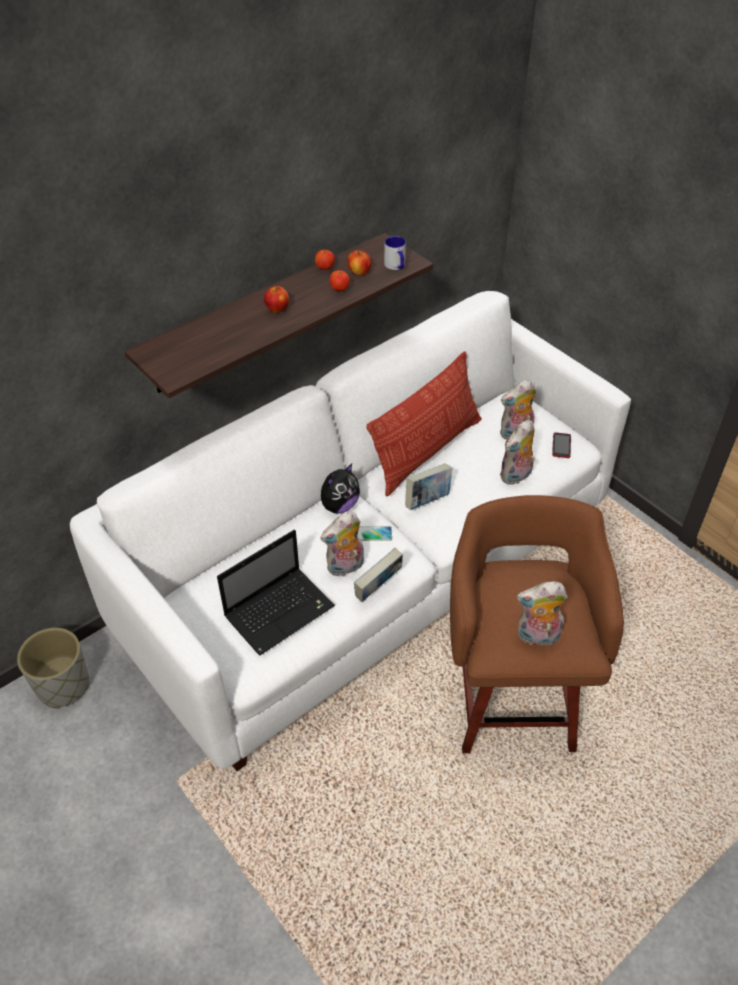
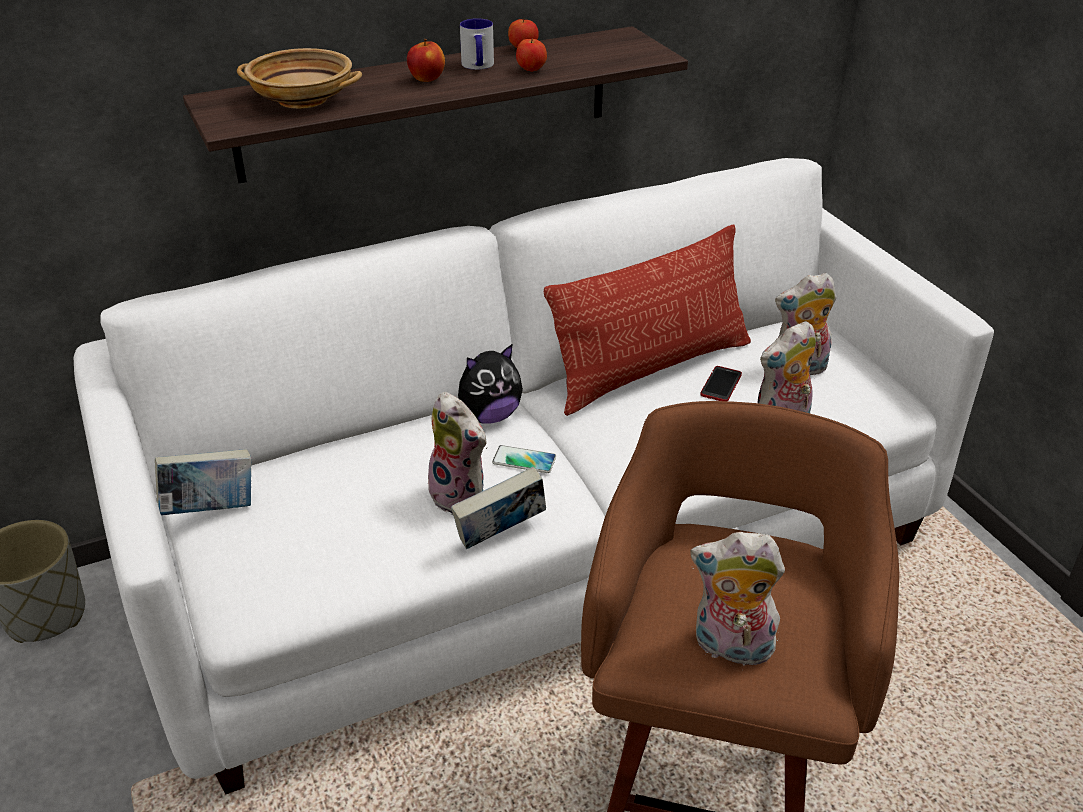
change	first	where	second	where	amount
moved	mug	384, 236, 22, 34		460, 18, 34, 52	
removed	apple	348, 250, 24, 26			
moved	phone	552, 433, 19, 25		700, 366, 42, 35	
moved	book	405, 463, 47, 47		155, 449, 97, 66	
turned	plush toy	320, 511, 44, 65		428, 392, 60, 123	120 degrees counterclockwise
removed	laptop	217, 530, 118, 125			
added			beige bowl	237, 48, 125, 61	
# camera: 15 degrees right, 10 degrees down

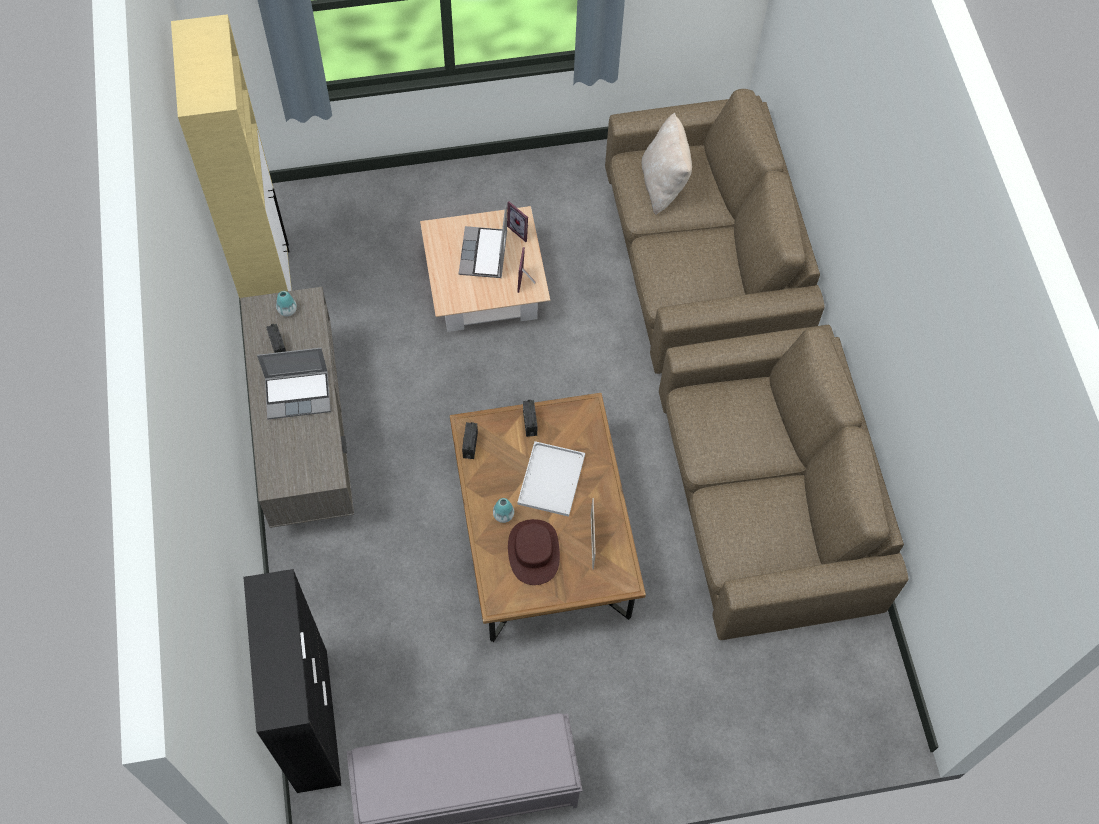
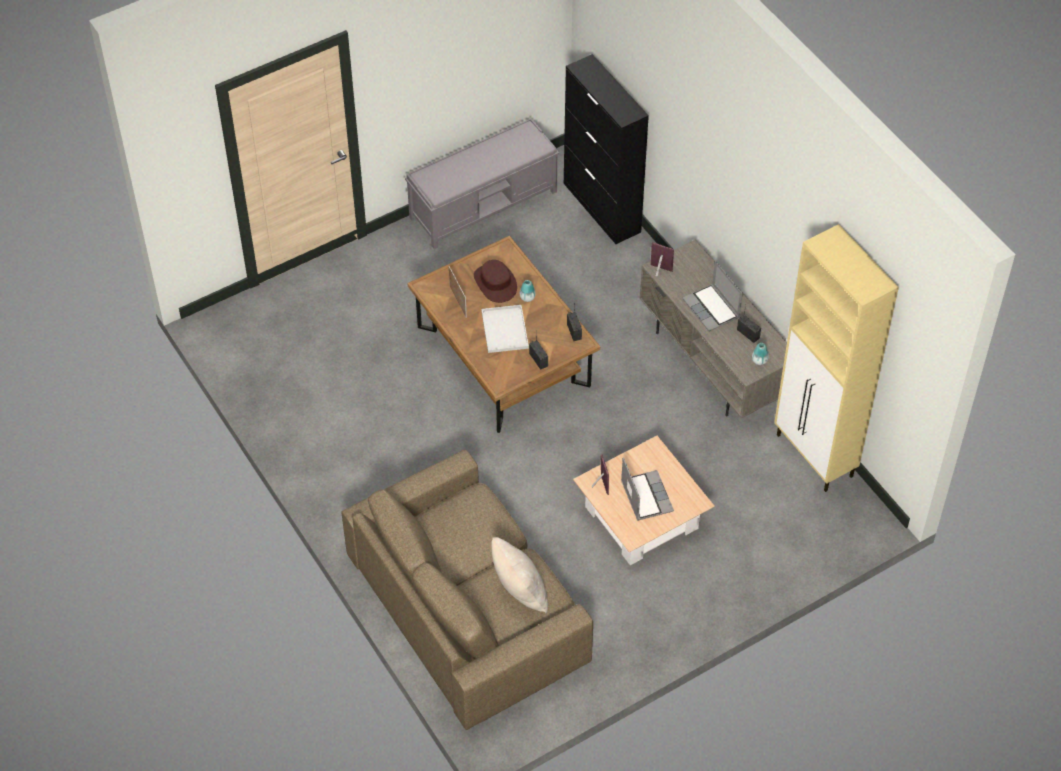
change	first	where	second	where	amount
moved	picture frame	507, 201, 21, 41		651, 242, 23, 35	
removed	brown sofa	659, 325, 249, 315			
turned	laptop	257, 348, 74, 71		682, 261, 61, 70	90 degrees counterclockwise
# camera: 160 degrees right, 10 degrees down

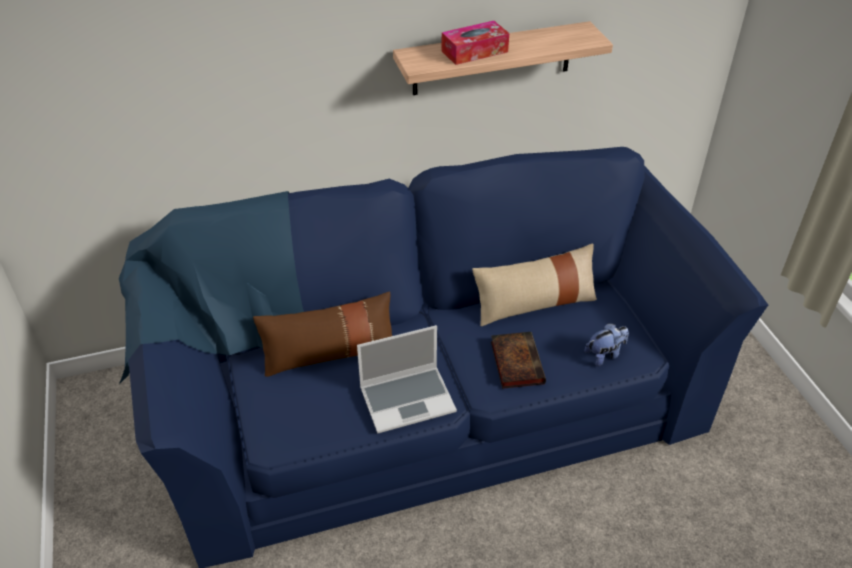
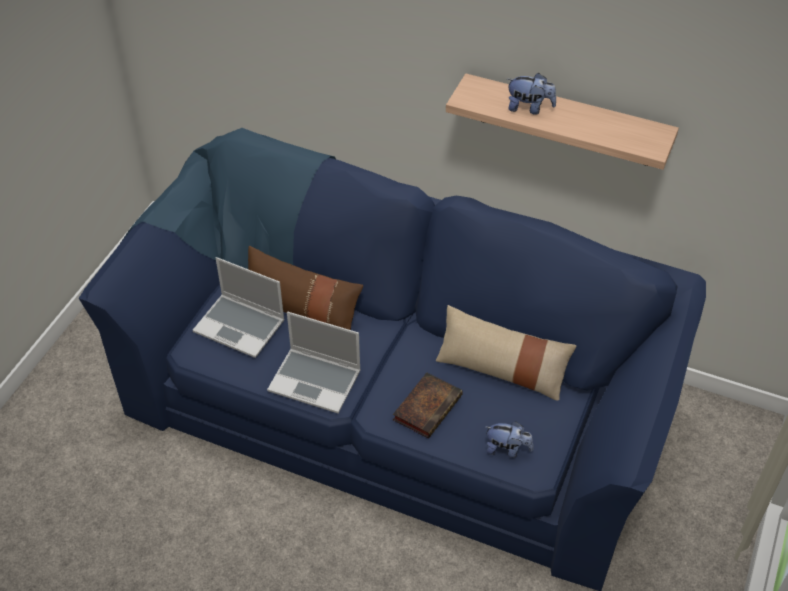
change	first	where	second	where	amount
replaced	tissue box	441, 21, 68, 44	plush toy	507, 73, 49, 41	
added			laptop	193, 257, 92, 101	
# camera: 40 degrees right, 5 degrees up

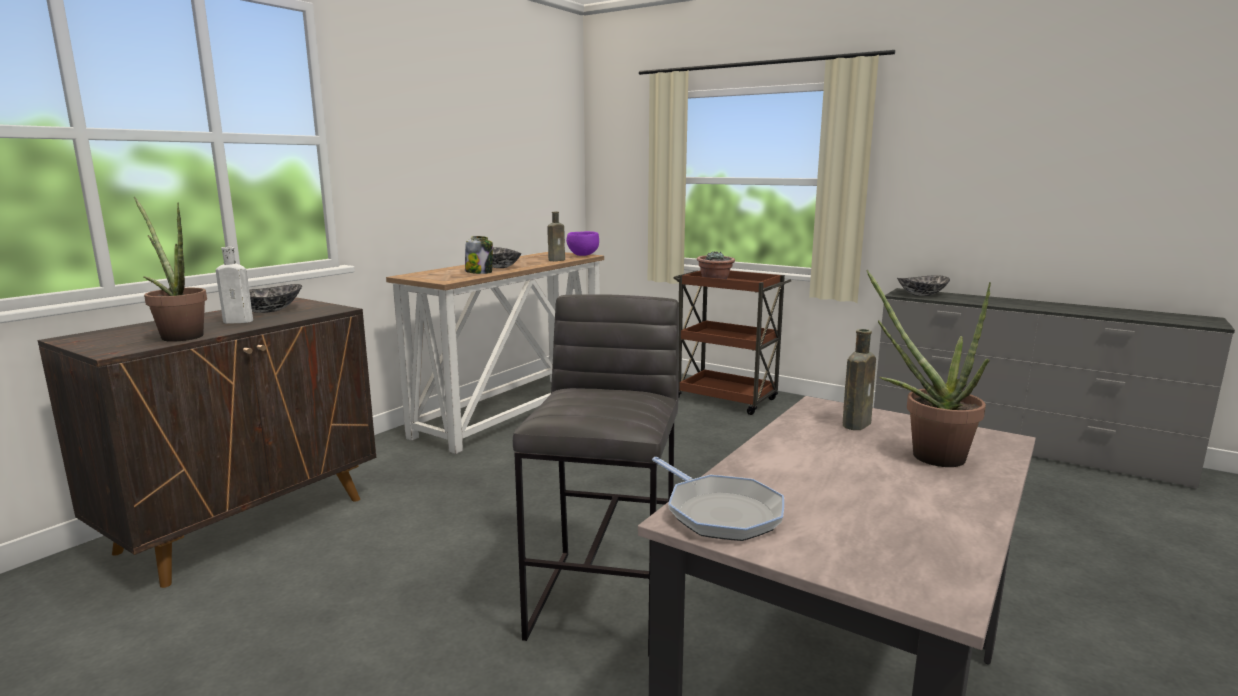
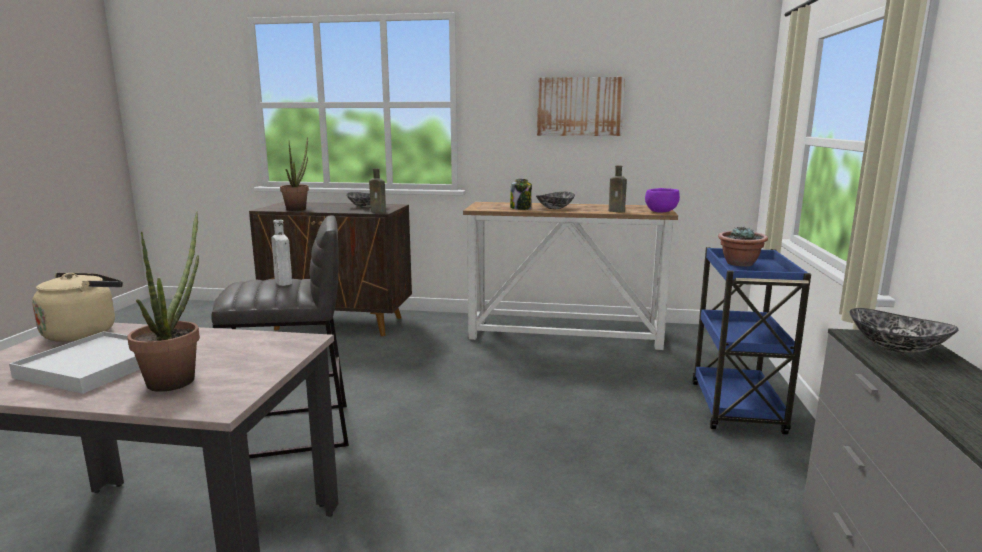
change	first	where	second	where	amount
moved	white bottle	216, 247, 37, 77		271, 220, 21, 66	
recoloured	brown cart	674, 270, 117, 145	blue cart	692, 247, 119, 188	
moved	brown bottle	843, 329, 33, 101		369, 168, 17, 45	
replaced	frying pan	652, 457, 132, 84	beige kettle	32, 273, 91, 69	
added			picture	537, 77, 88, 59	
added			white tray	9, 331, 131, 63	
# camera: 65 degrees right, 0 degrees up

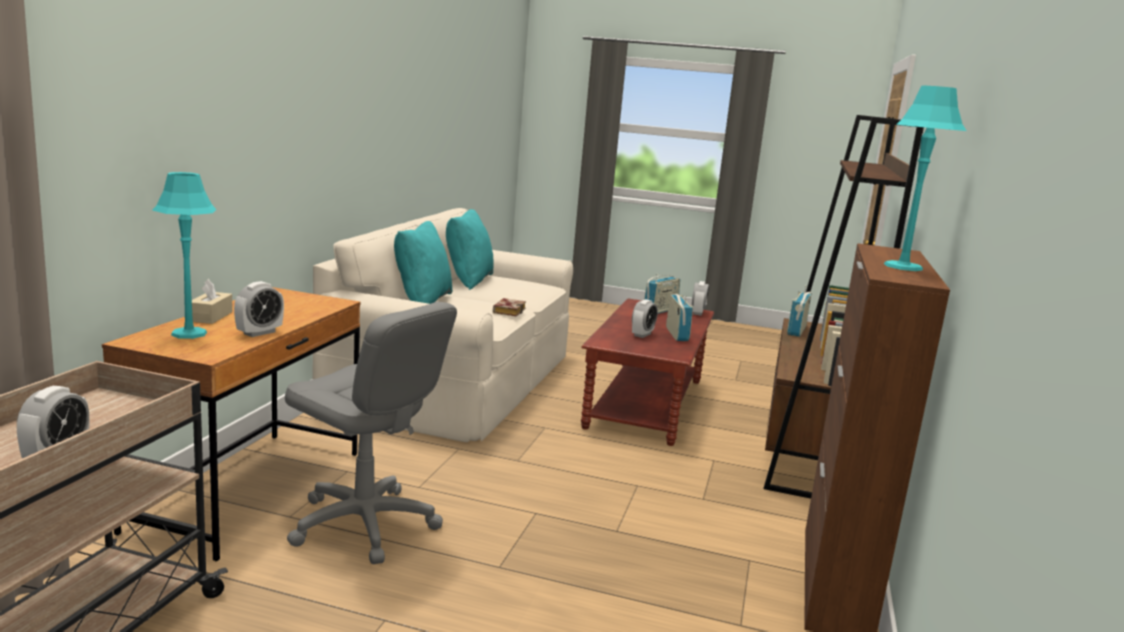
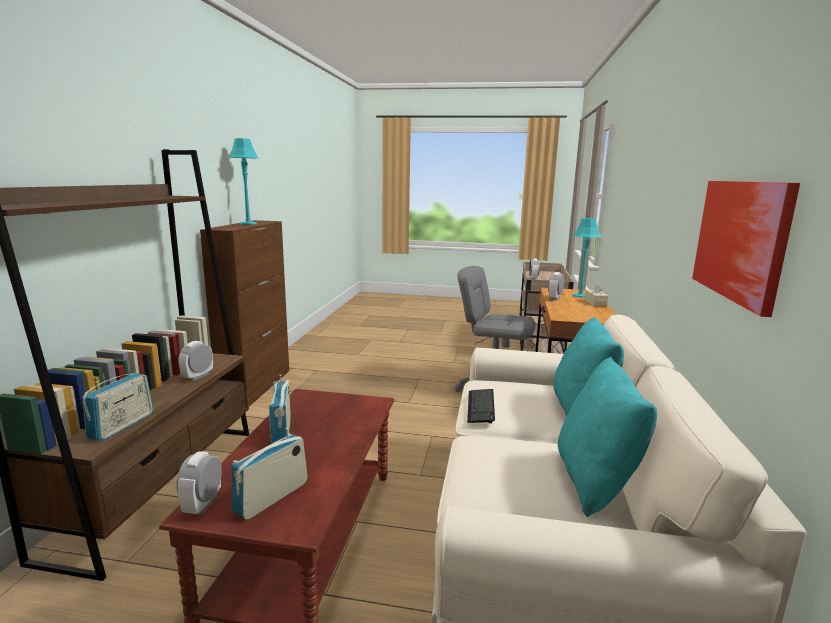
change	first	where	second	where	amount
replaced	book	493, 298, 33, 18	keyboard	467, 389, 28, 34	
moved	alarm clock	632, 299, 26, 39		179, 341, 34, 40	
added			picture	692, 181, 108, 136	
# camera: 175 degrees right, 0 degrees up

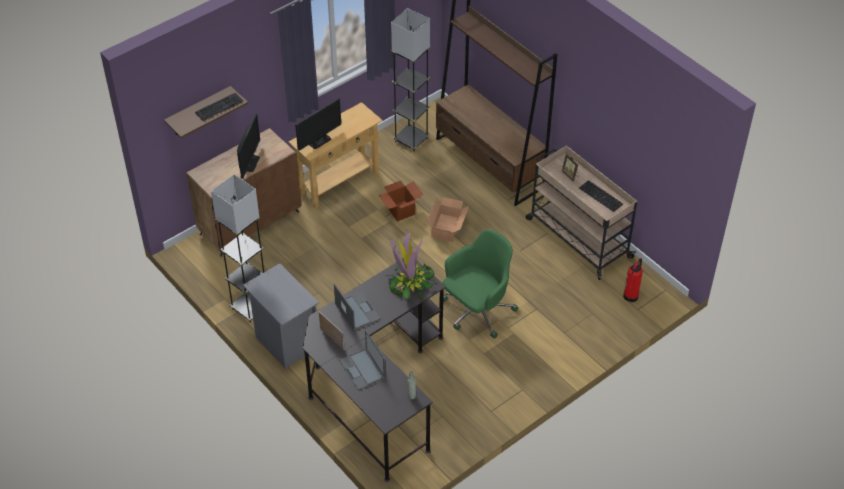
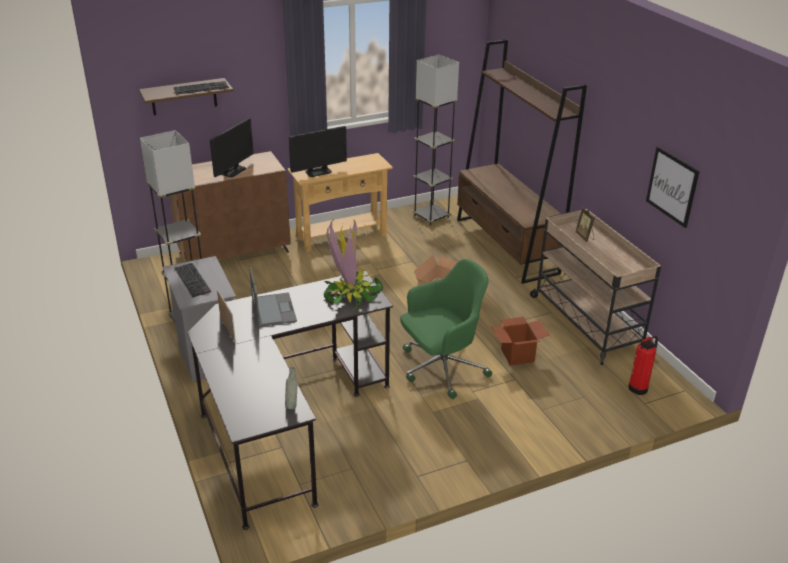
change	first	where	second	where	amount
moved	keyboard	579, 180, 44, 32		174, 263, 37, 35	
moved	cardboard box	379, 181, 45, 41		492, 317, 58, 48	
removed	laptop	339, 329, 47, 61			
added			picture	646, 146, 54, 82	
# camera: 15 degrees right, 15 degrees down

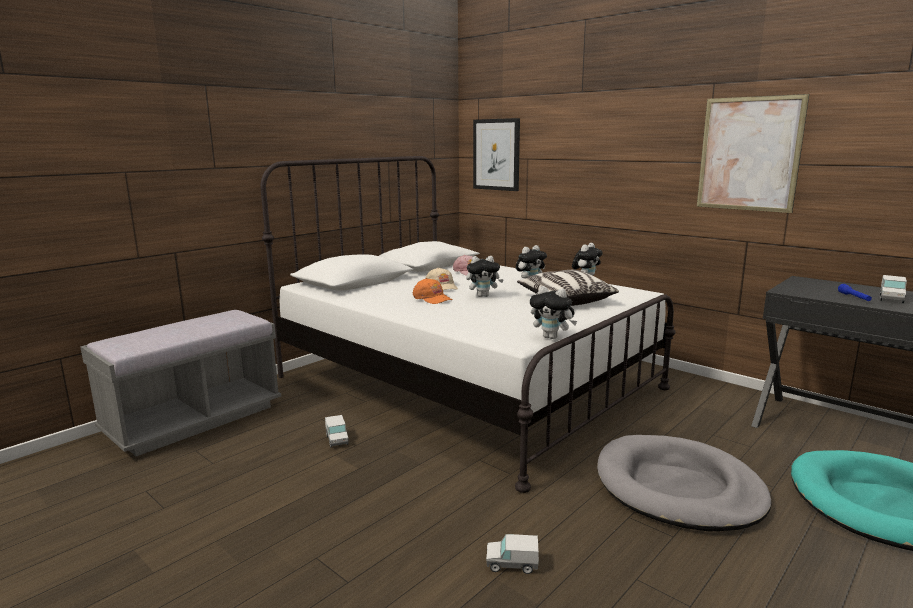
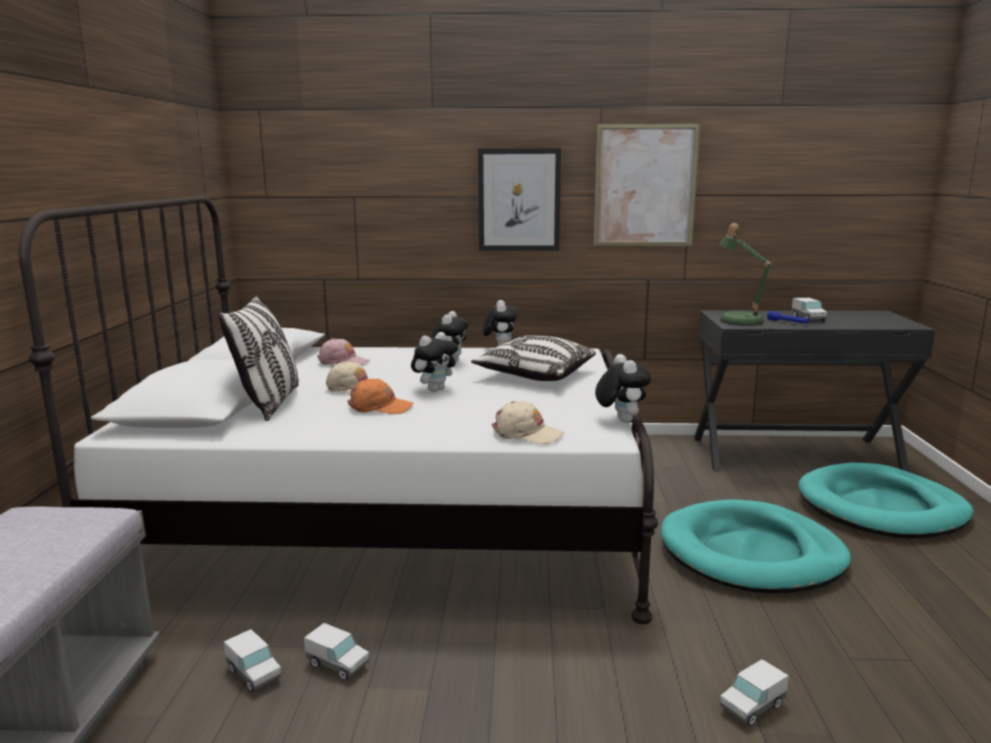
change	first	where	second	where	amount
moved	picture	473, 118, 47, 73		478, 148, 83, 103	
turned	plush toy	530, 286, 47, 53		595, 354, 56, 69	90 degrees counterclockwise
recoloured	grey dog bed	597, 435, 175, 96	turquoise dog bed	661, 499, 190, 94	
added			table lamp	719, 223, 53, 103	
added			pillow	218, 295, 81, 126	
added			beige cap	492, 401, 72, 43	
added			toy truck	224, 629, 57, 63	
# camera: 40 degrees left, 0 degrees up

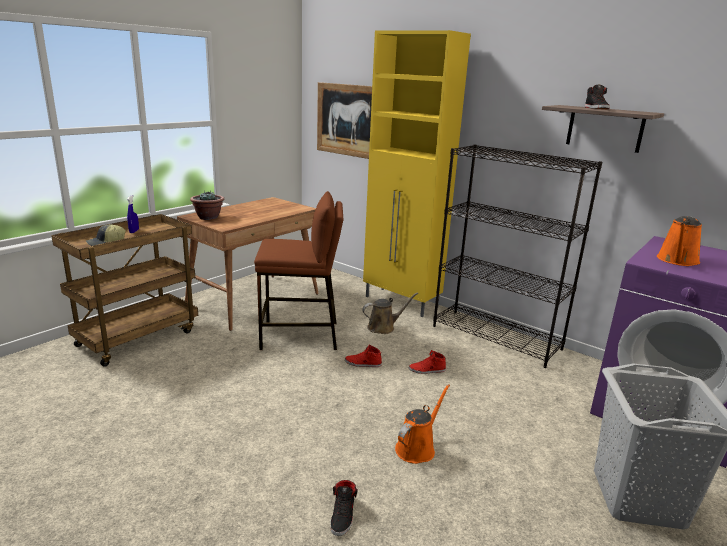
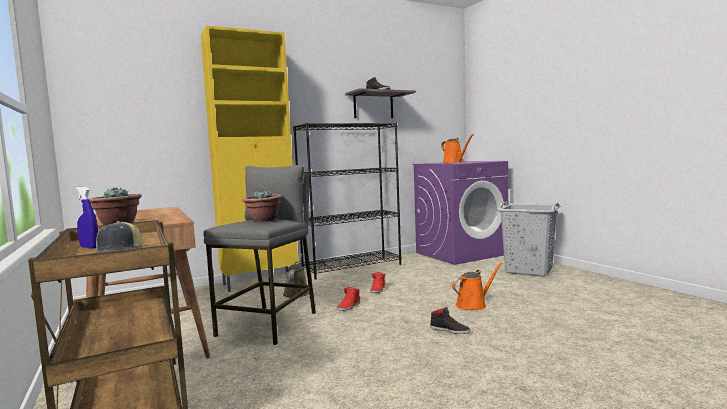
change	first	where	second	where	amount
removed	picture	317, 82, 55, 77			
recoloured	brown stool	254, 191, 89, 159	grey stool	203, 165, 113, 180	
turned	orange watering can	395, 384, 55, 80		452, 262, 51, 48	90 degrees clockwise
moved	black shoe	330, 480, 28, 56		430, 307, 40, 27	
added			potted plant	242, 189, 40, 33	
# camera: 65 degrees left, 15 degrees down

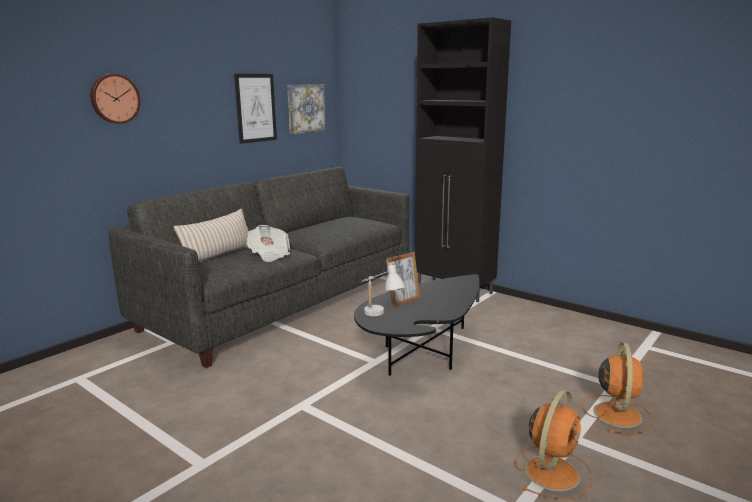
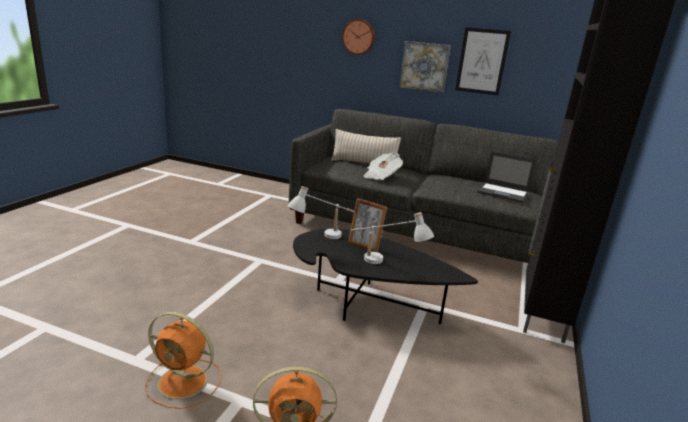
change	first	where	second	where	amount
moved	picture	287, 84, 39, 50		399, 41, 52, 52	
added			laptop	477, 152, 59, 51	
added			white table lamp	351, 212, 83, 52	
# camera: 70 degrees right, 5 degrees up

